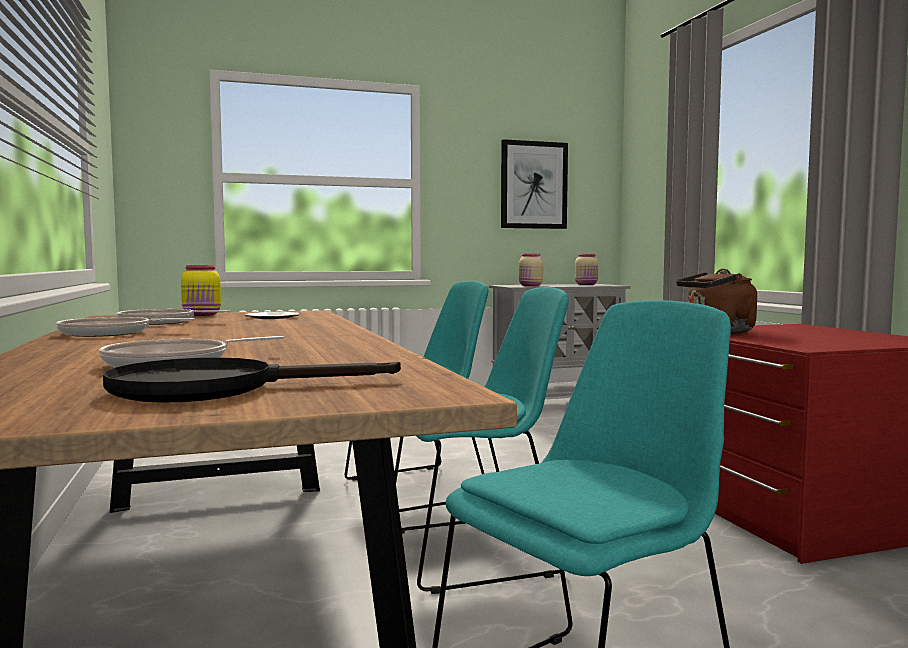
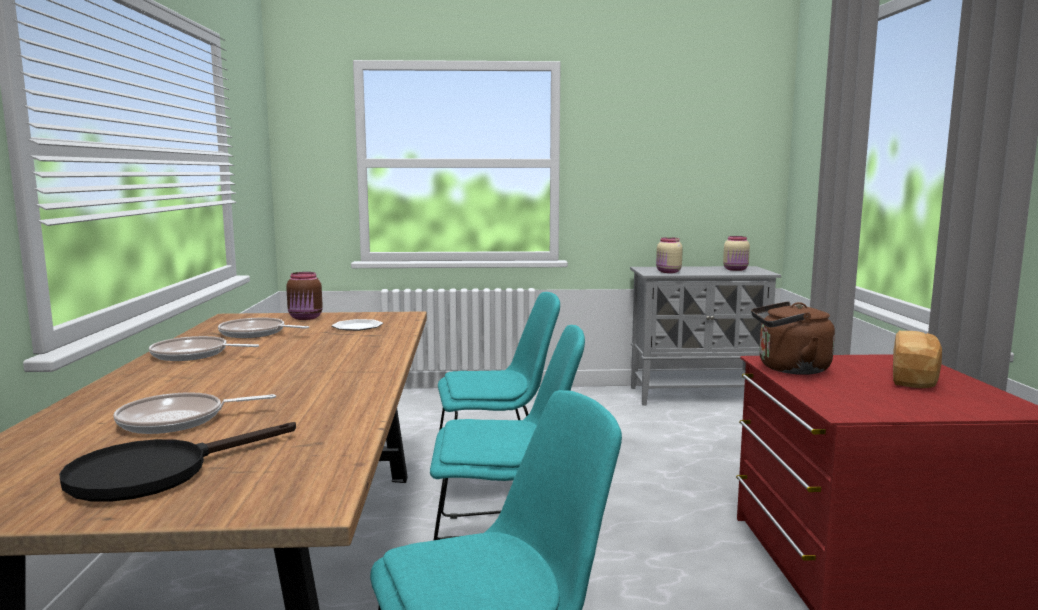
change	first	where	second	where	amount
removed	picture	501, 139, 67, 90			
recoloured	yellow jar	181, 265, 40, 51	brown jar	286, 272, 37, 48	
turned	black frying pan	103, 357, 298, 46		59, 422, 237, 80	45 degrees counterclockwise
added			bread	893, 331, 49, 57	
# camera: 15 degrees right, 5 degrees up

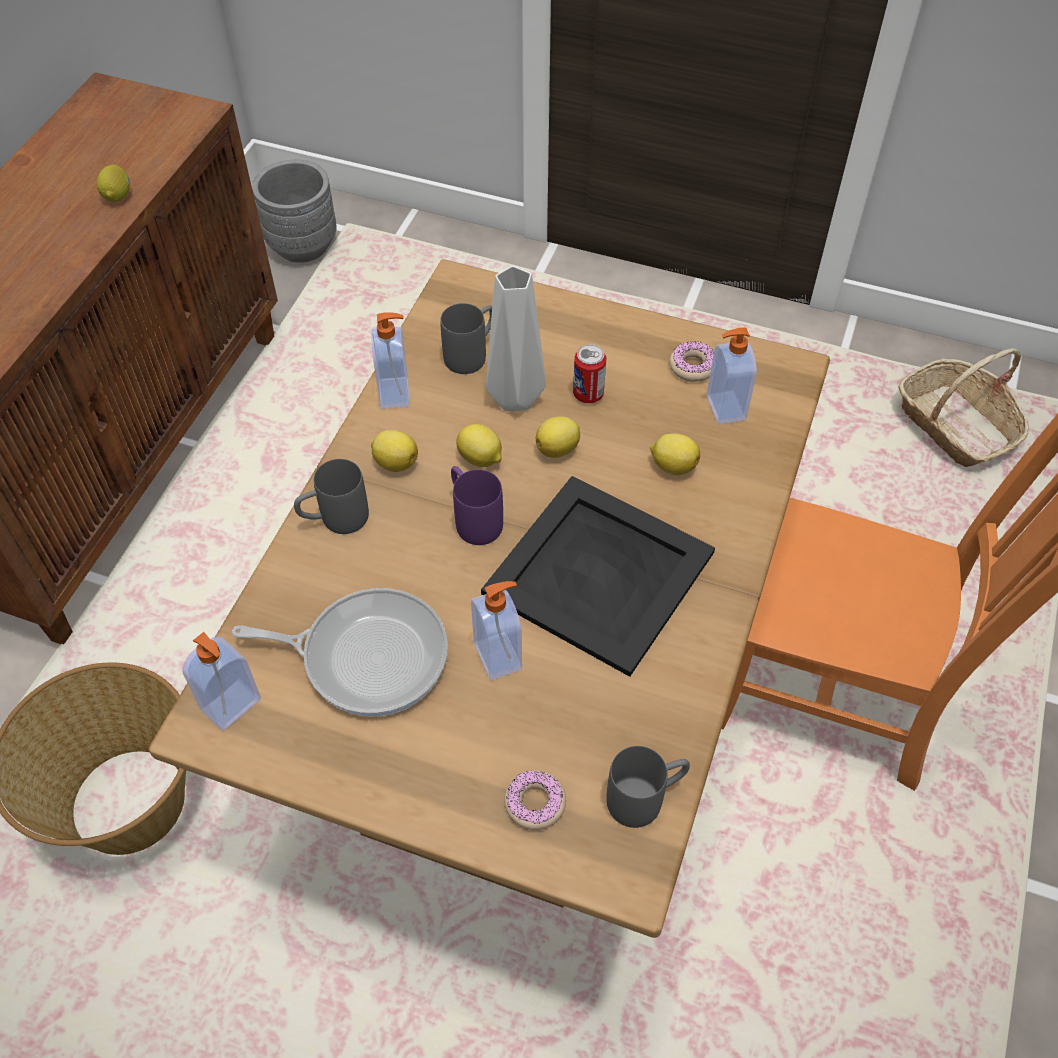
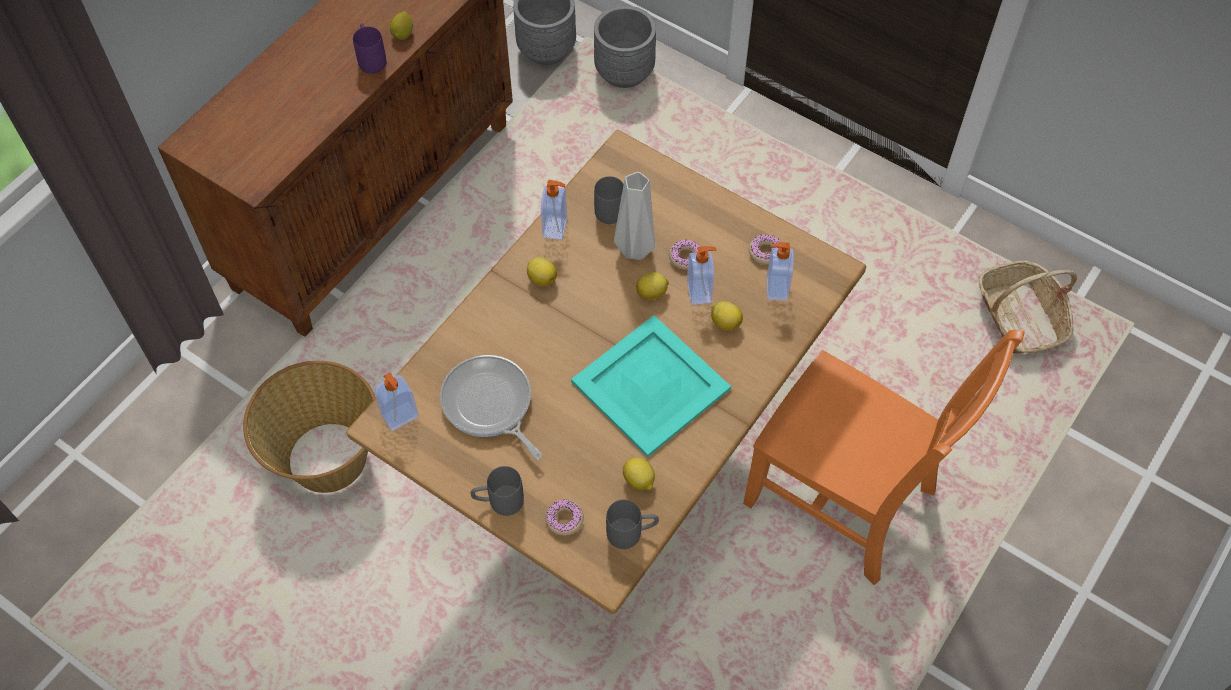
change	first	where	second	where	amount
replaced	can	573, 344, 33, 59	donut	669, 240, 31, 30	
moved	lemon	456, 424, 46, 43		623, 457, 32, 33	
moved	grey mug	294, 459, 75, 75		471, 466, 53, 50	
moved	purple mug	451, 466, 52, 79		353, 23, 33, 51	
recoloured	black tray	481, 476, 234, 201	turquoise tray	571, 315, 160, 142	
moved	soap dispenser	471, 581, 51, 99		687, 246, 29, 59	
turned	frying pan	232, 588, 216, 129		440, 355, 102, 105	150 degrees counterclockwise
added			grey planter	594, 6, 62, 82	
# camera: 15 degrees right, 5 degrees up

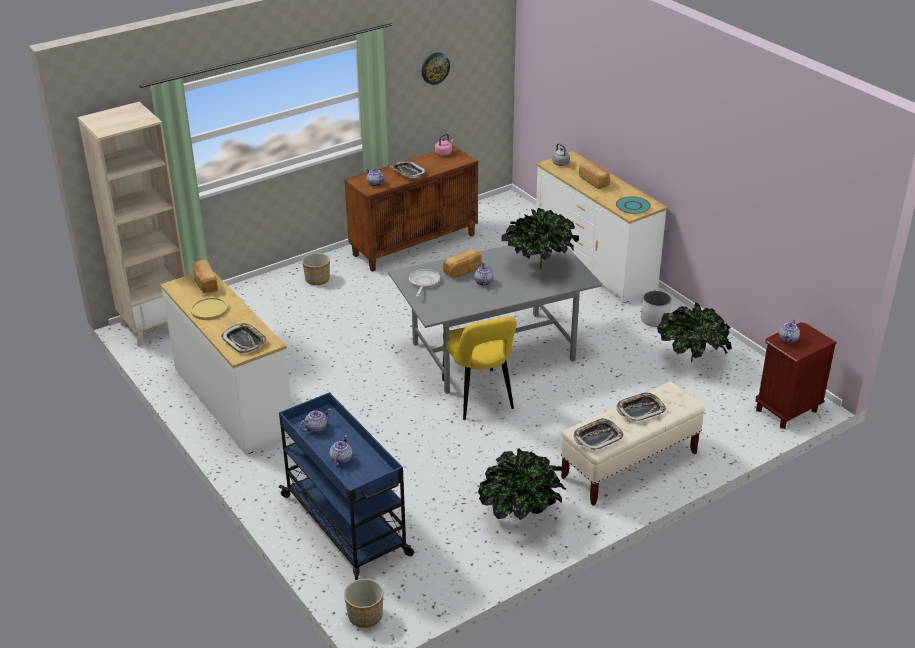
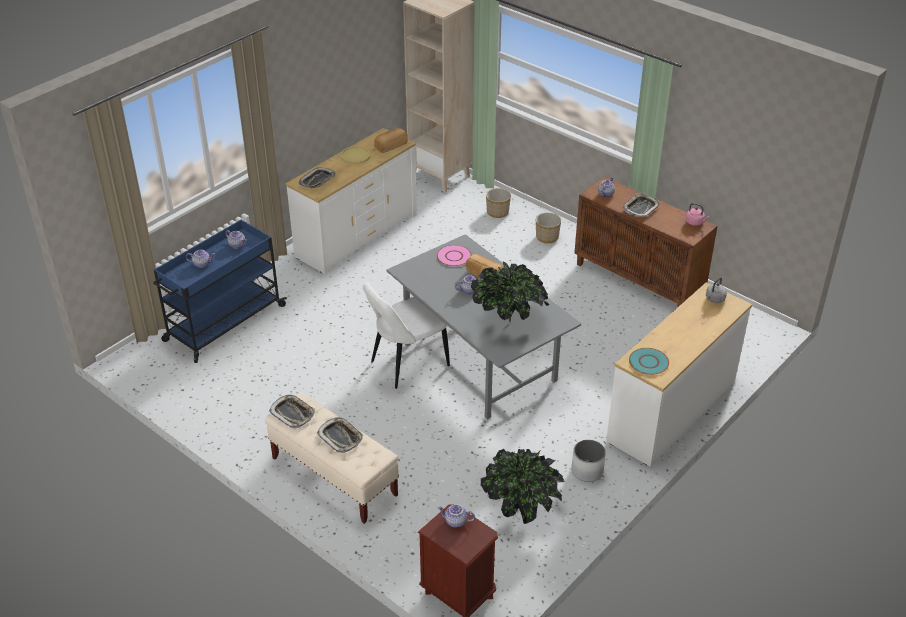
change	first	where	second	where	amount
removed	wall clock	422, 53, 28, 32			
removed	bread	579, 162, 31, 27			
replaced	frying pan	409, 269, 31, 28	pink plate	437, 245, 35, 21	
recoloured	yellow chair	442, 316, 75, 104	white chair	363, 282, 87, 107	
removed	potted plant	478, 449, 89, 71			
moved	planter	344, 579, 39, 49		486, 188, 25, 30	
# camera: 75 degrees right, 5 degrees up

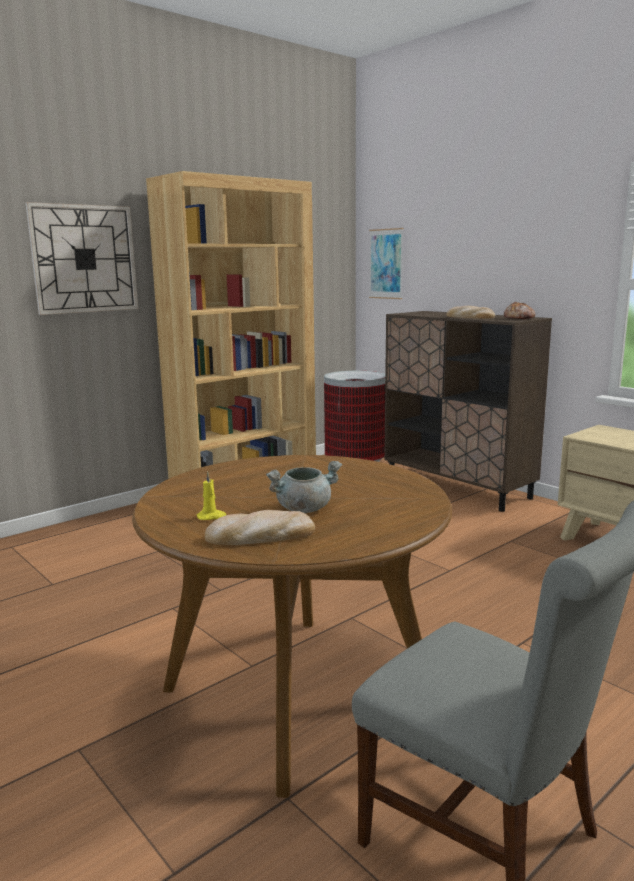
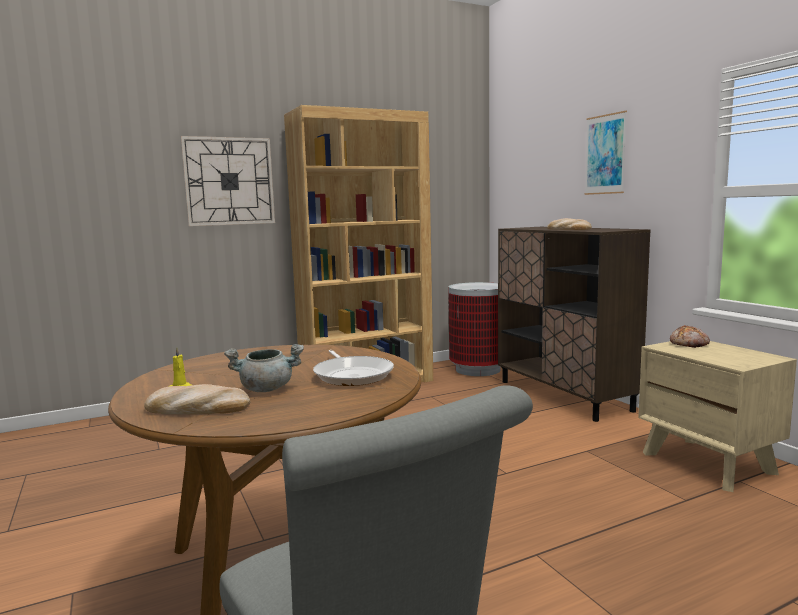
change	first	where	second	where	amount
moved	picture	369, 228, 35, 71		585, 111, 42, 84	
moved	bread	504, 302, 31, 17		670, 325, 40, 23	
added			frying pan	313, 350, 81, 36	
# camera: 15 degrees right, 5 degrees down

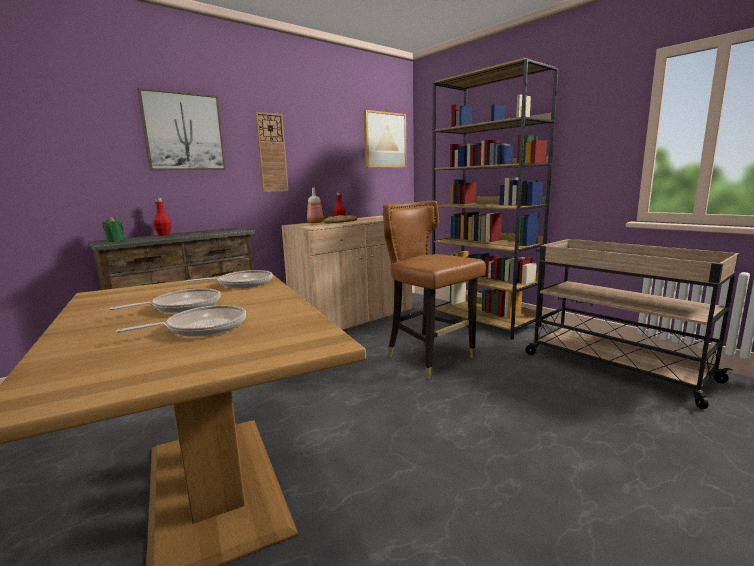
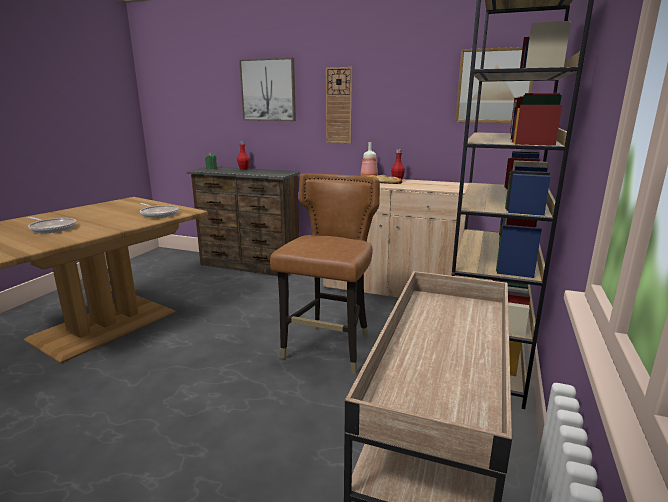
change	first	where	second	where	amount
removed	frying pan	110, 288, 111, 25			
# camera: 60 degrees right, 5 degrees up

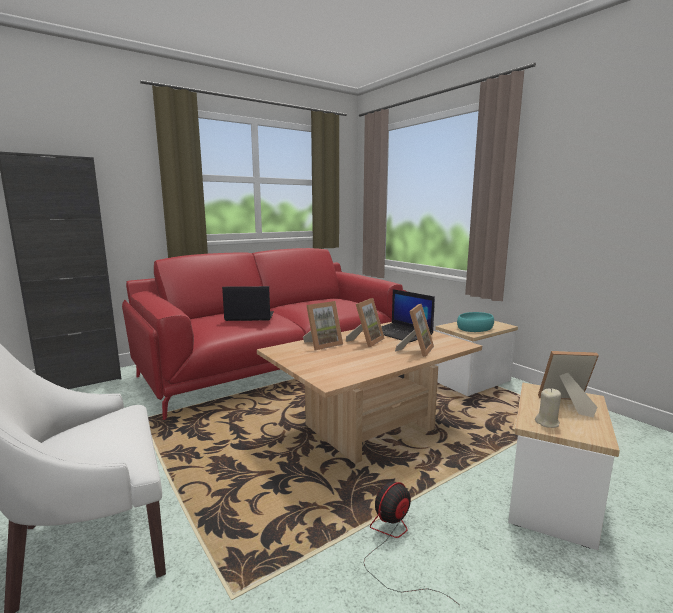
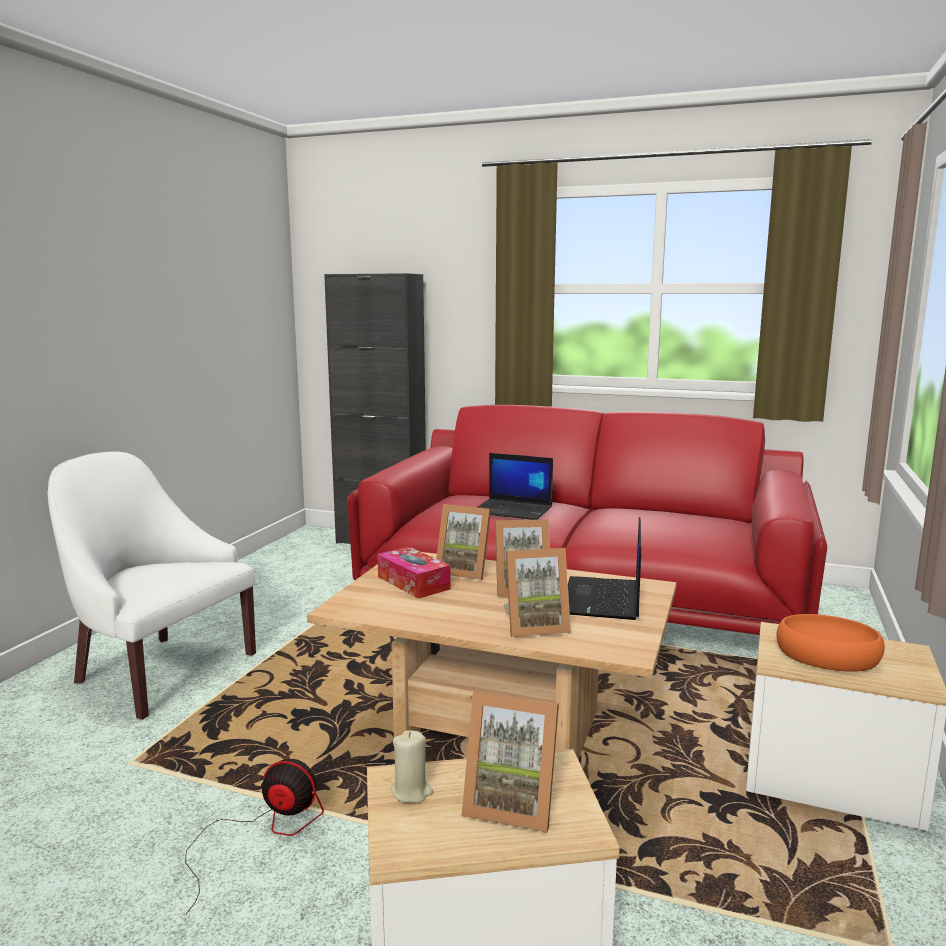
change	first	where	second	where	amount
turned	laptop	222, 286, 52, 35		477, 453, 76, 67	150 degrees clockwise
recoloured	turquoise bowl	457, 312, 37, 20	orange bowl	776, 614, 109, 58	
turned	picture frame	538, 351, 61, 66		462, 690, 97, 143	135 degrees clockwise
added			tissue box	377, 547, 74, 52	
# camera: 55 degrees right, 0 degrees up

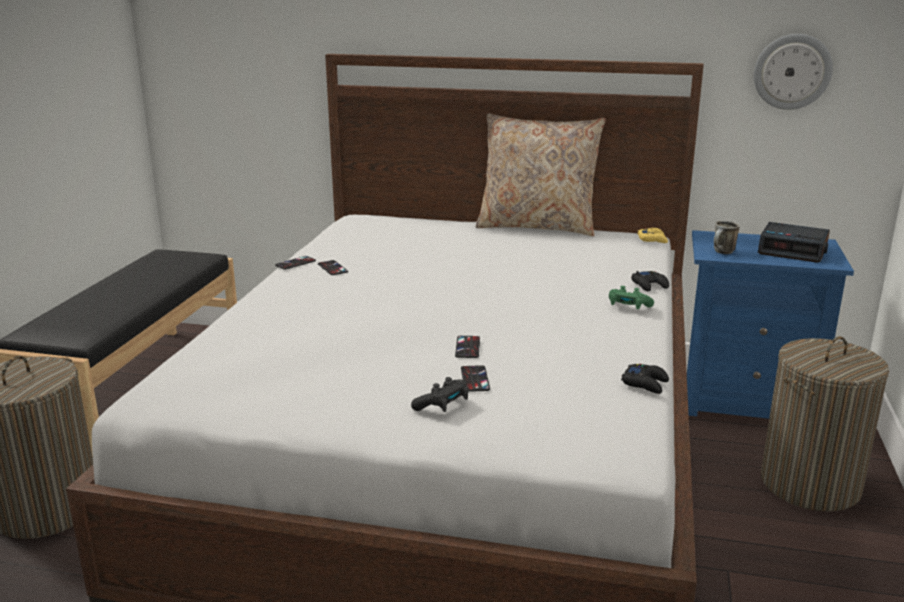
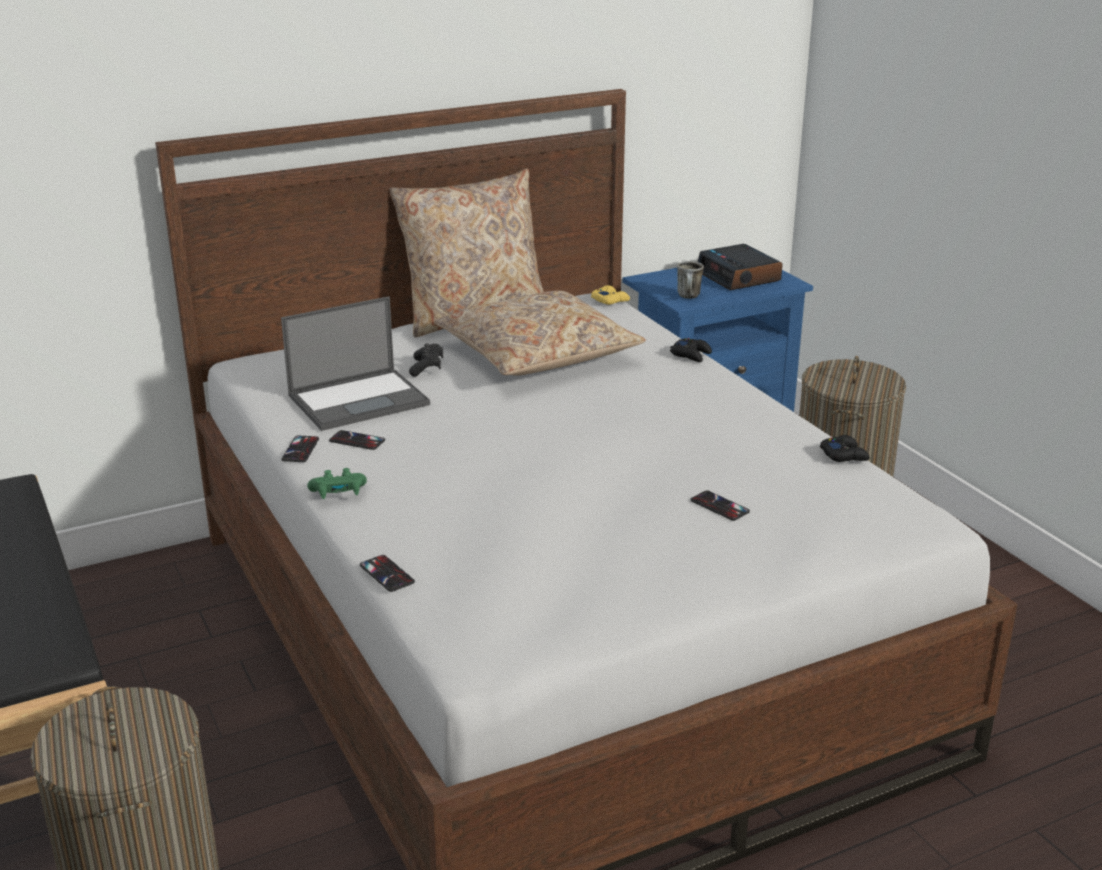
change	first	where	second	where	amount
removed	wall clock	754, 34, 79, 76			
turned	alarm clock	758, 222, 72, 41		698, 244, 85, 46	75 degrees clockwise
moved	green game controller	609, 286, 45, 24		307, 468, 60, 31	
moved	phone	455, 336, 25, 22		360, 555, 55, 37	
moved	black game controller	411, 377, 58, 35		409, 343, 34, 34	
added			beige pillow	434, 290, 212, 86	
added			laptop	281, 296, 149, 135	
# camera: 40 degrees left, 5 degrees up

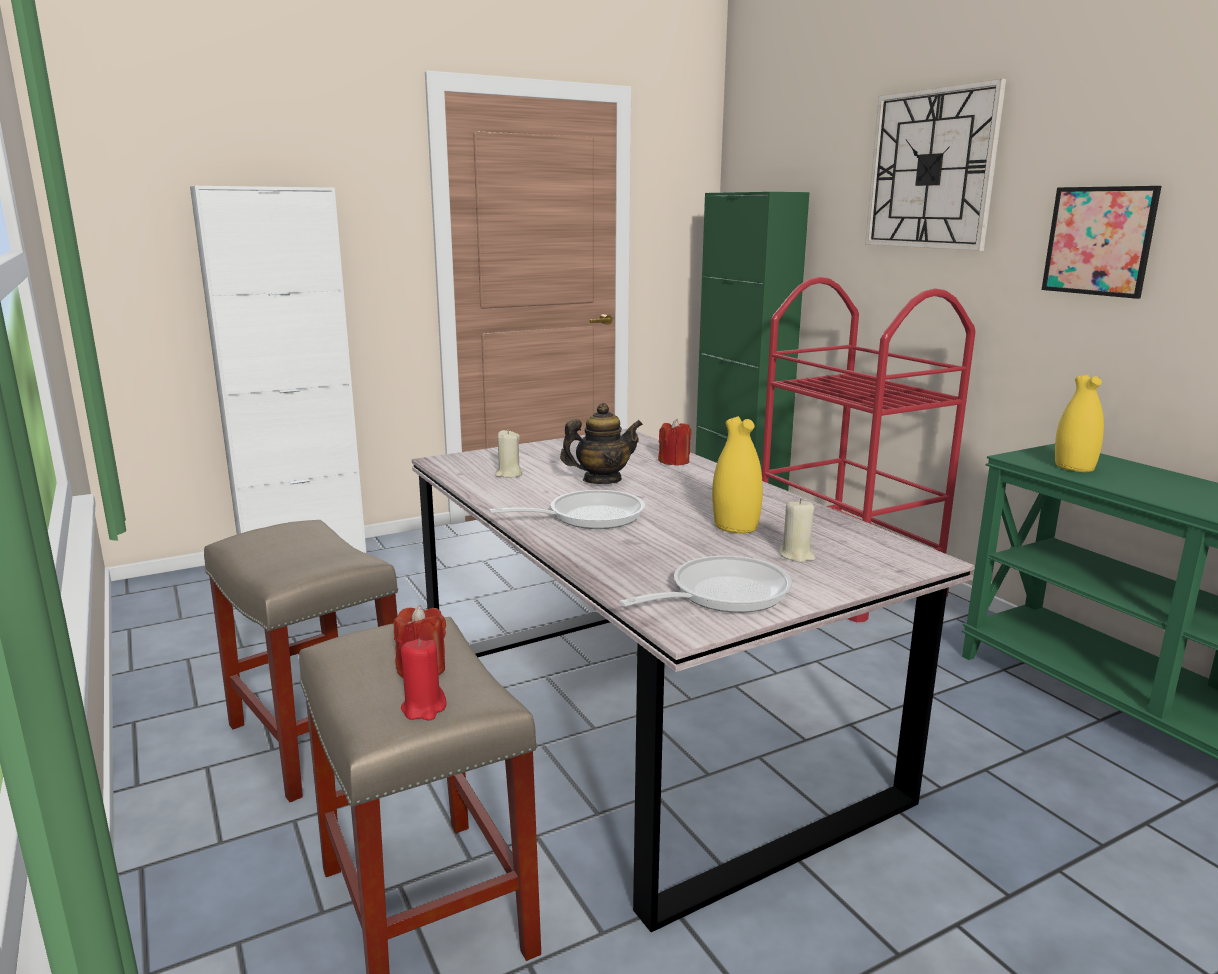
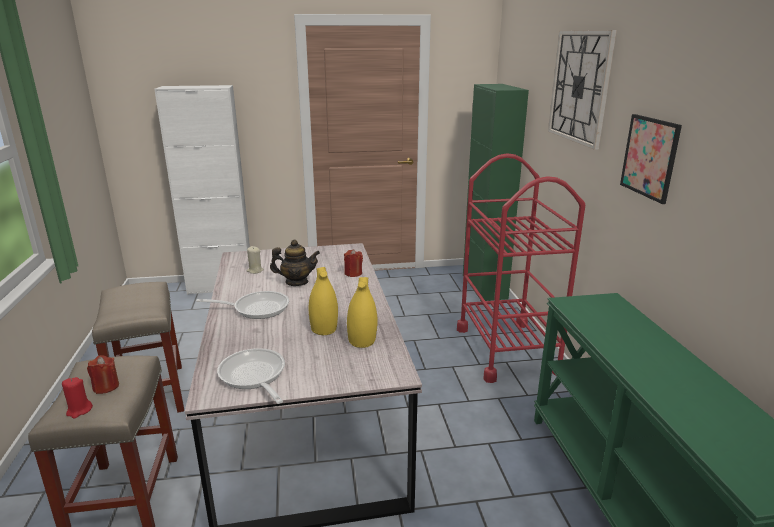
change	first	where	second	where	amount
moved	yellow vase	1055, 374, 49, 98		347, 277, 31, 71	
removed	beige candle	779, 498, 37, 64			
turned	frying pan	619, 556, 174, 57		217, 348, 68, 56	105 degrees counterclockwise
# camera: 20 degrees right, 5 degrees up

